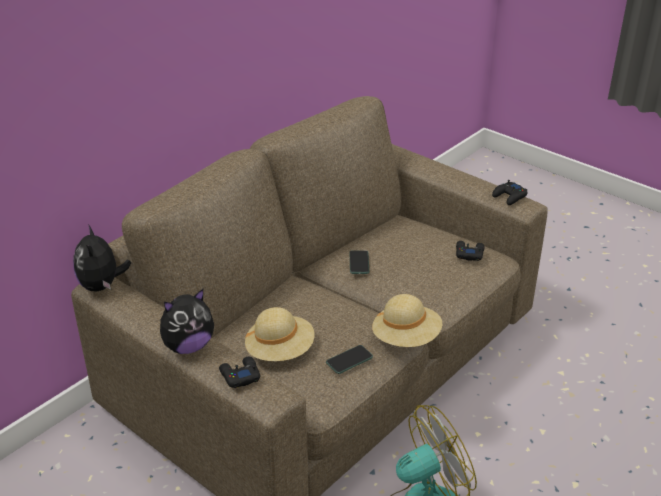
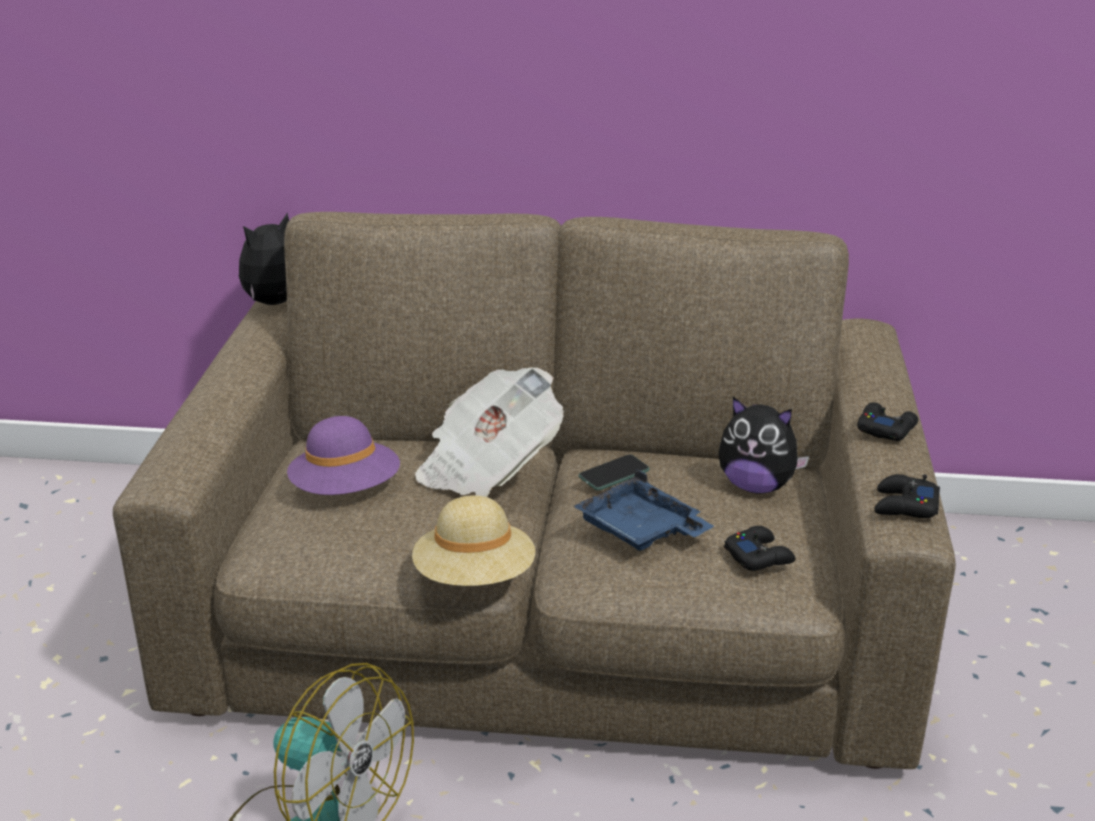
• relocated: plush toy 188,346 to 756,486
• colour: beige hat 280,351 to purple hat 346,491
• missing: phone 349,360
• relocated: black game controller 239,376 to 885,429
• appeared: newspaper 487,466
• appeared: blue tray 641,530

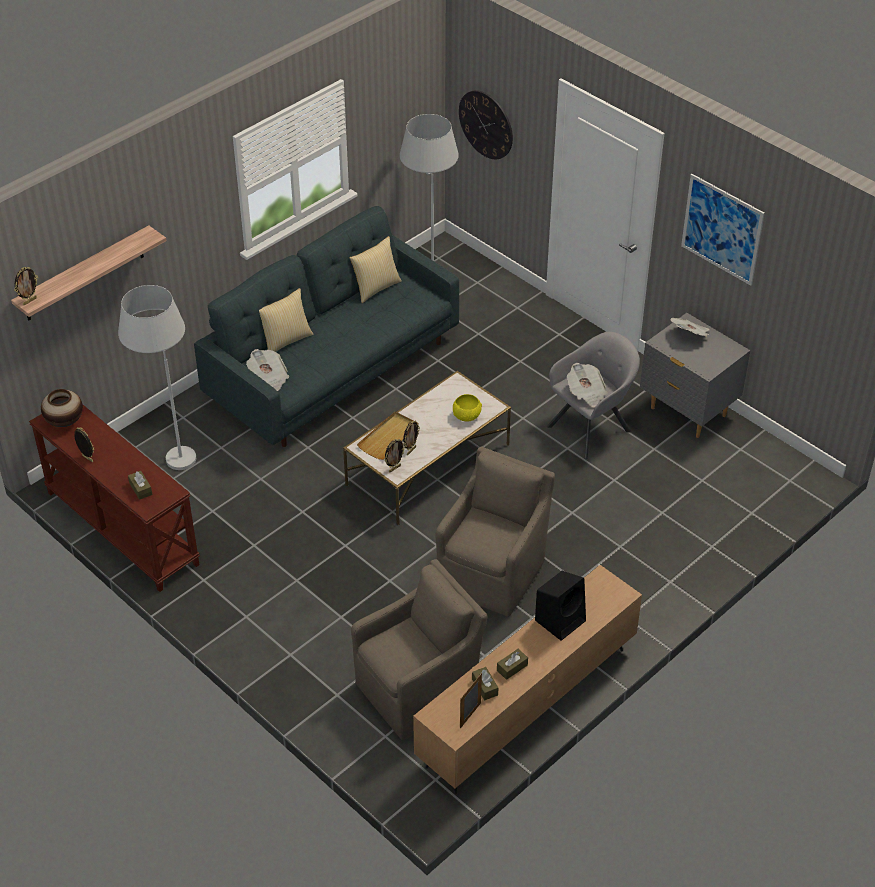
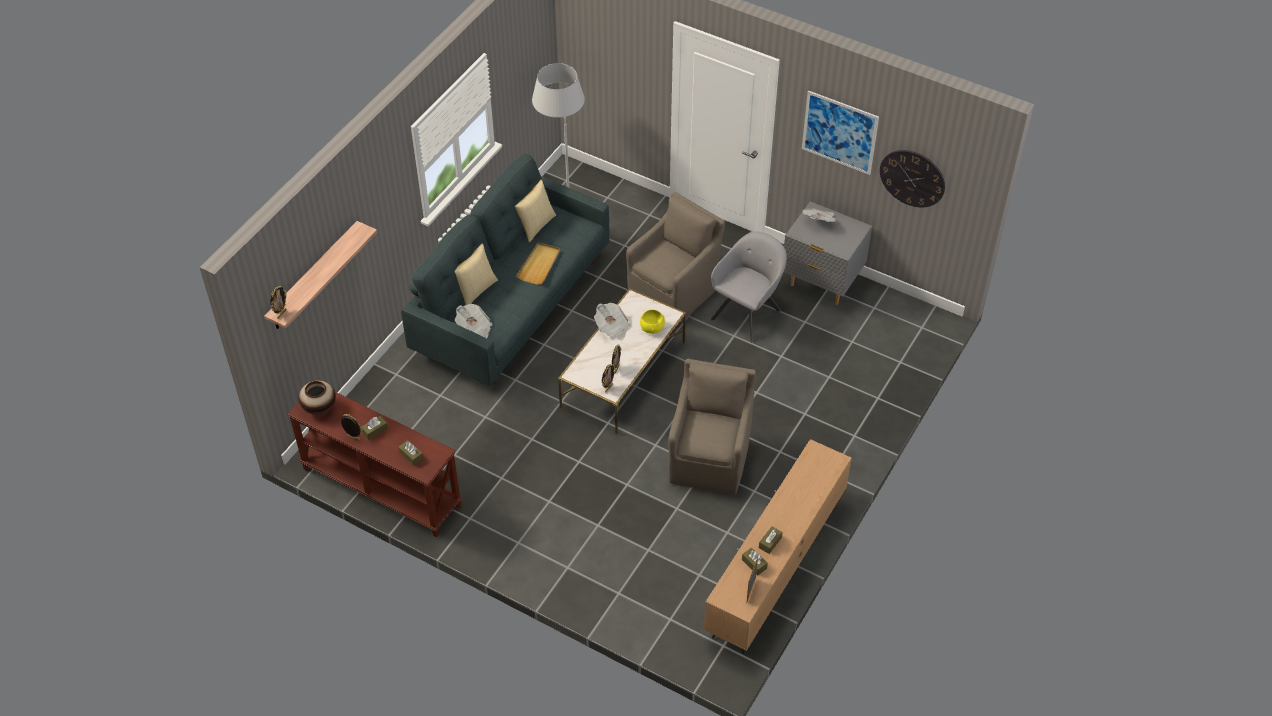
• relocated: wall clock 486,124 to 912,178
• missing: white floor lamp 171,450
• relocated: newspaper 586,393 to 612,328
• relocated: beige tray 389,437 to 539,265
• relocated: brown armchair 419,690 to 674,292
• missing: black speaker 561,619
• appeared: brown tissue box 375,430

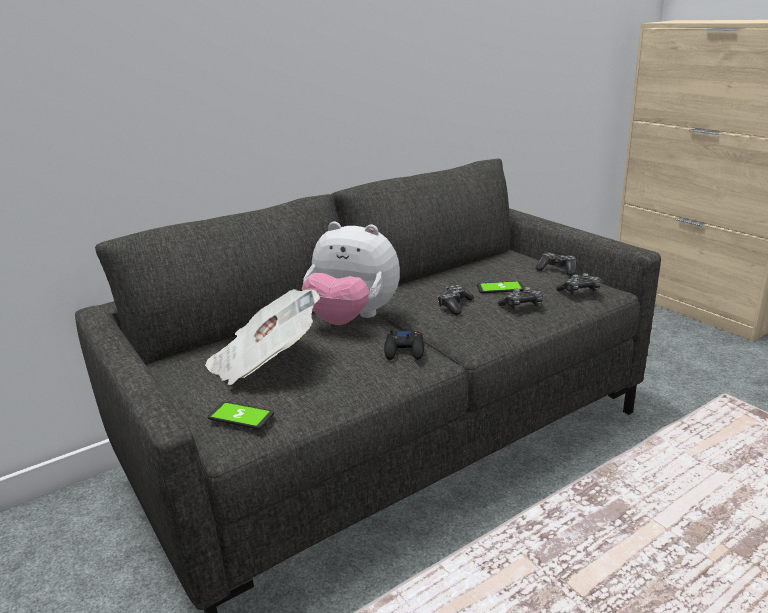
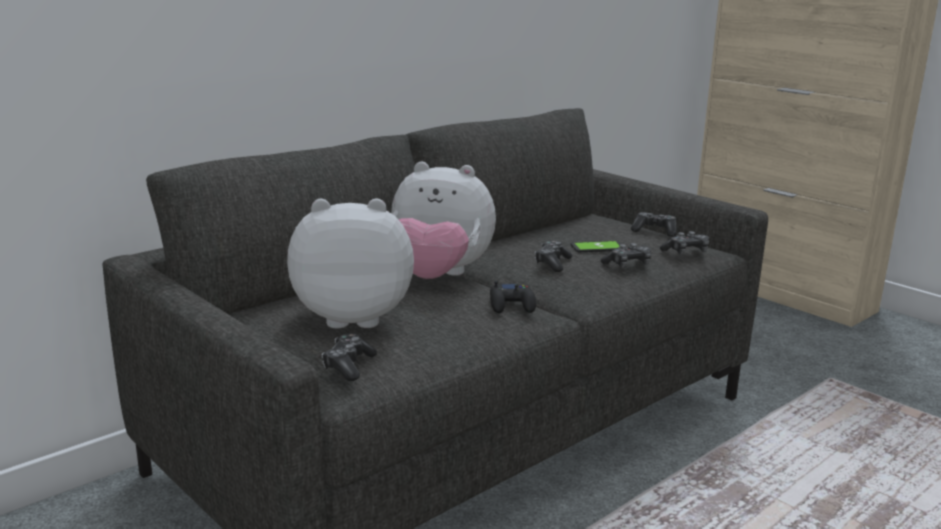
• exchanged: newspaper 264,363 to plush toy 353,317
• exchanged: phone 241,416 to game controller 348,366

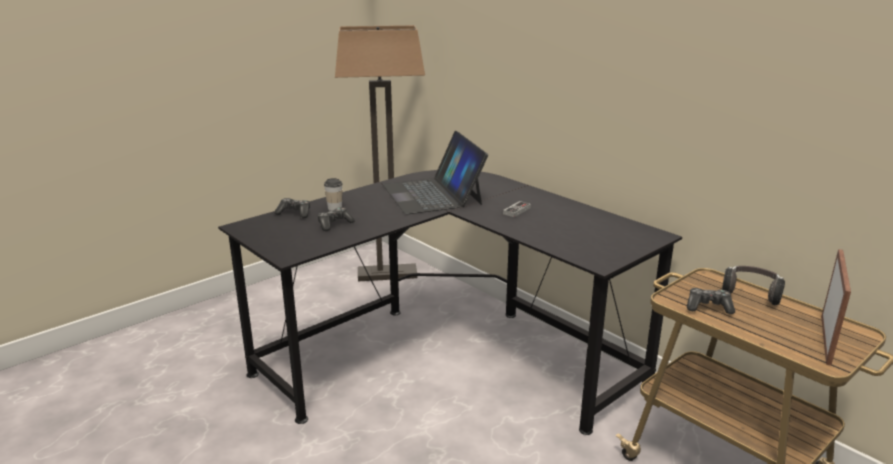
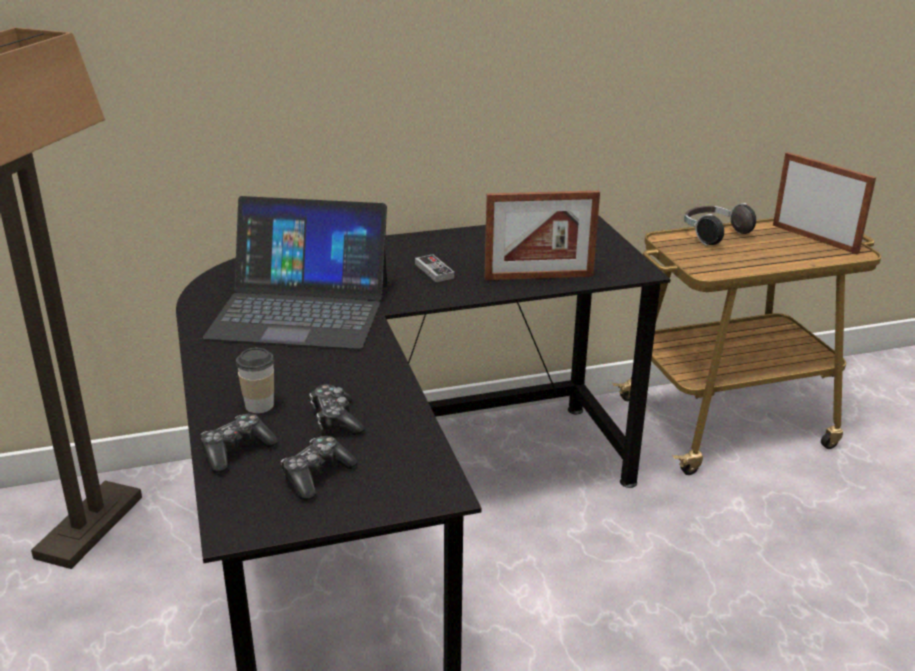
• relocated: game controller 708,307 to 316,476
• appeared: picture frame 538,277

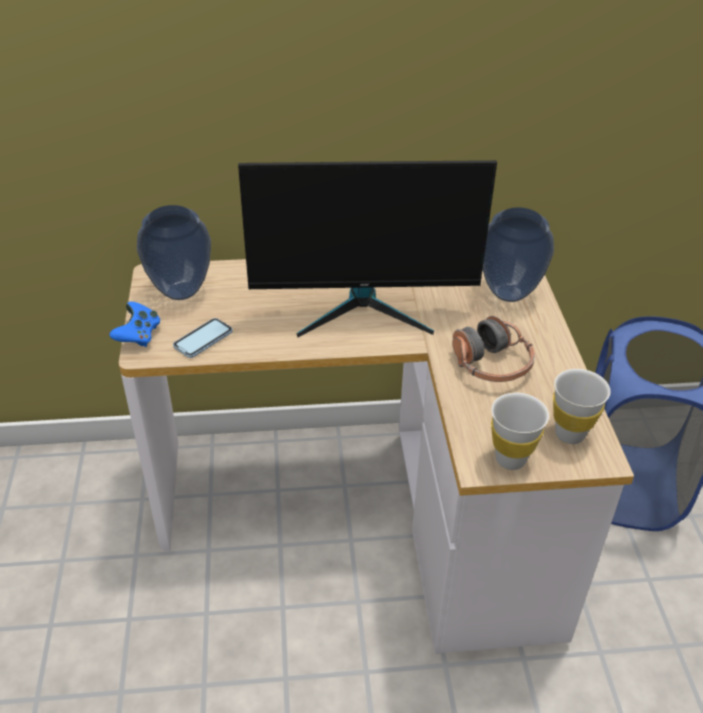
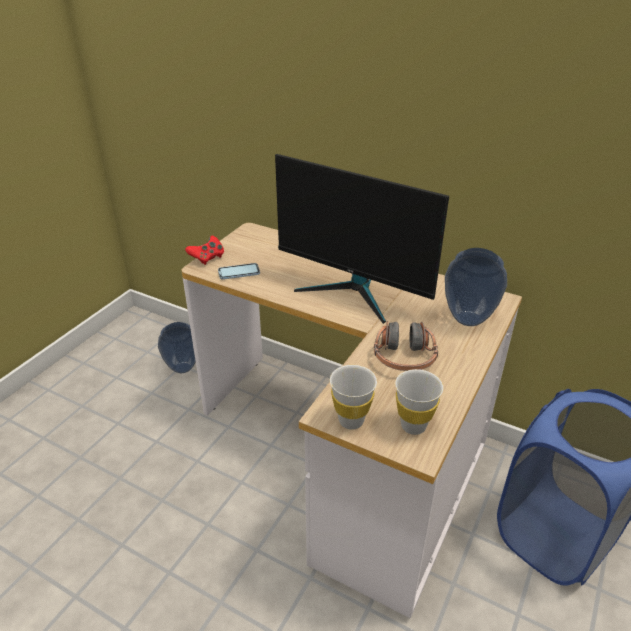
• relocated: vase 182,291 to 183,368
• colour: blue game controller 138,336 to red game controller 207,258

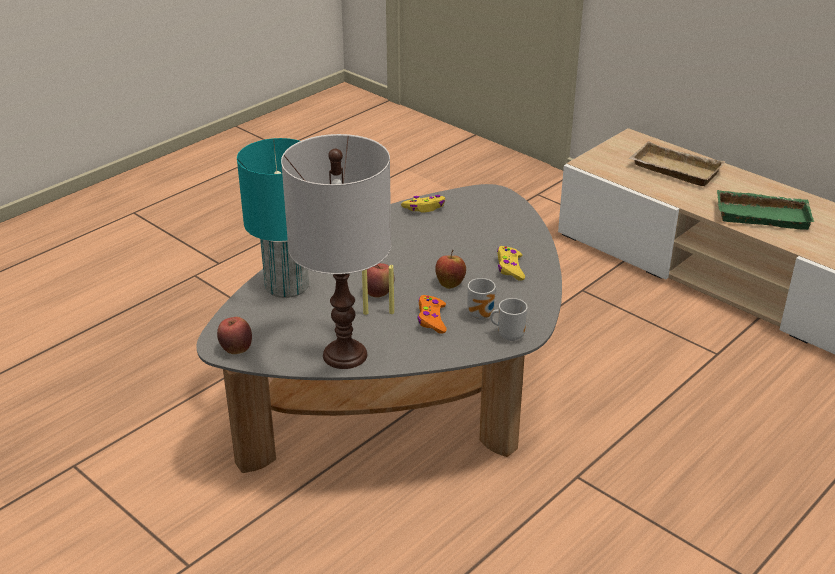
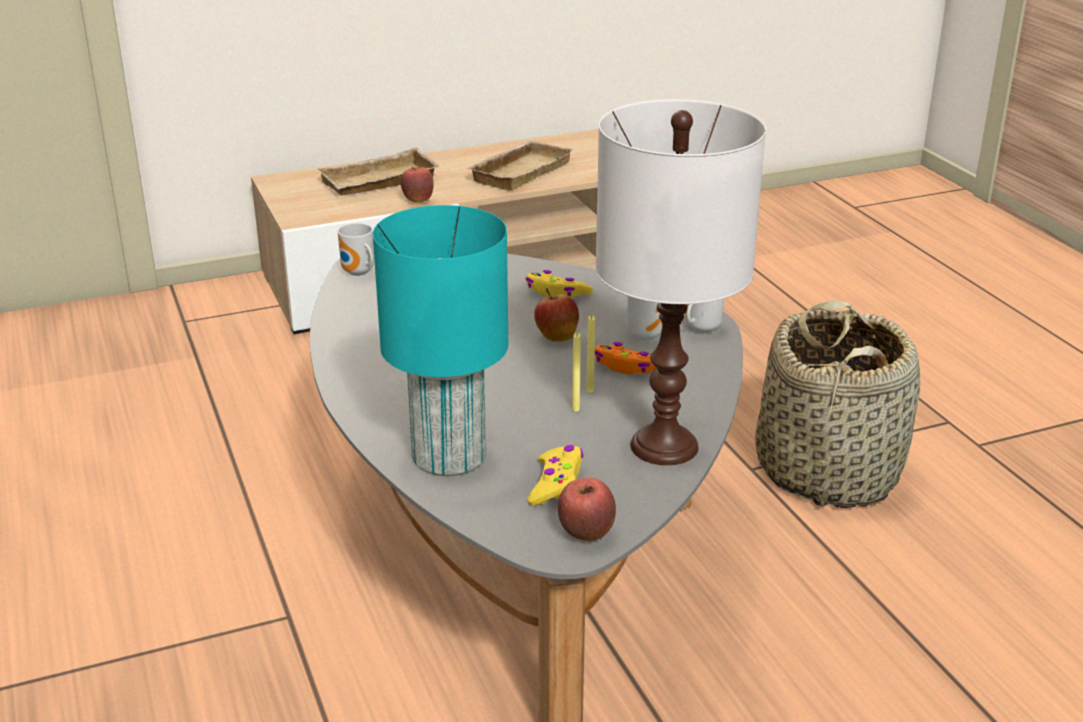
• colour: green tray 763,215 to beige tray 519,171
• relocated: yellow game controller 424,208 to 556,484
• relocated: apple 379,294 to 418,200
• appeared: mug 358,273
• appeared: basket 828,470

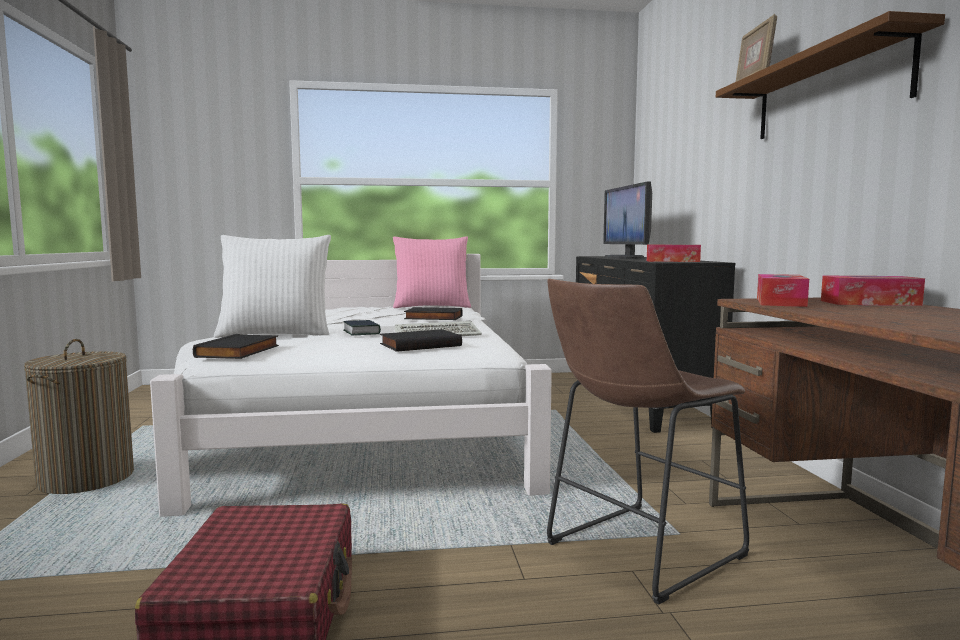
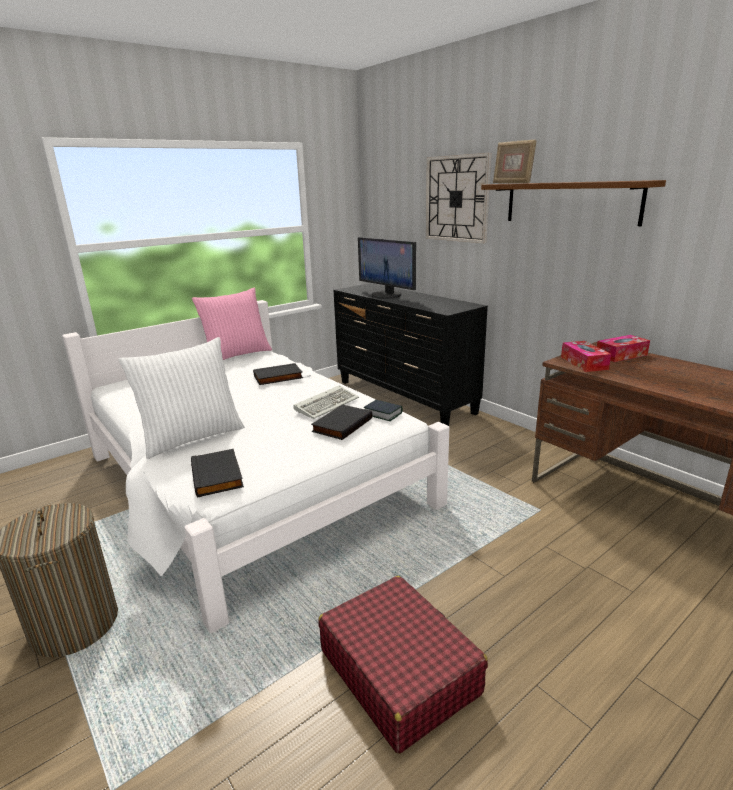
• missing: tissue box 672,261
• missing: brown stool 636,552
• relocated: book 361,332 to 383,413
• appeared: wall clock 457,199

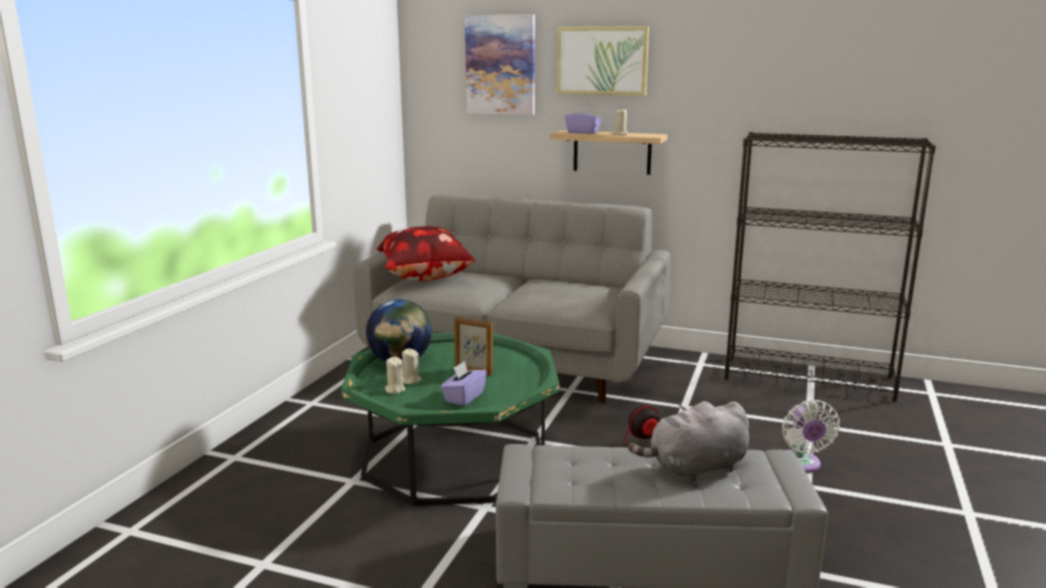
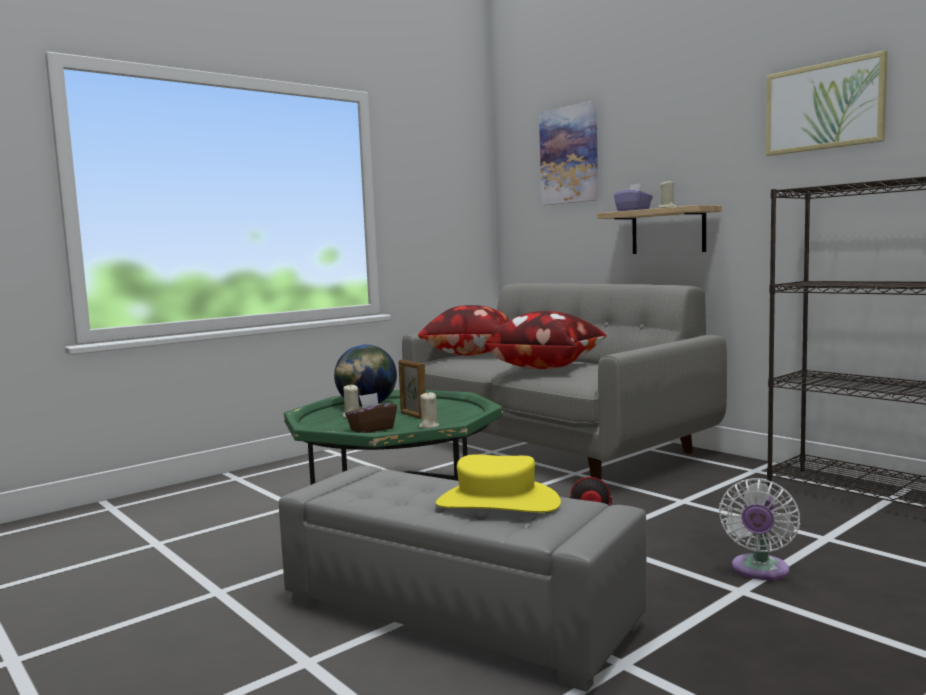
• relocated: picture 602,60 to 824,106
• relocated: beige candle 395,389 to 429,426
• colour: purple tissue box 463,397 to brown tissue box 371,429
• exchanged: grey plush toy 694,468 to yellow hat 497,503
• appeared: pillow 546,367

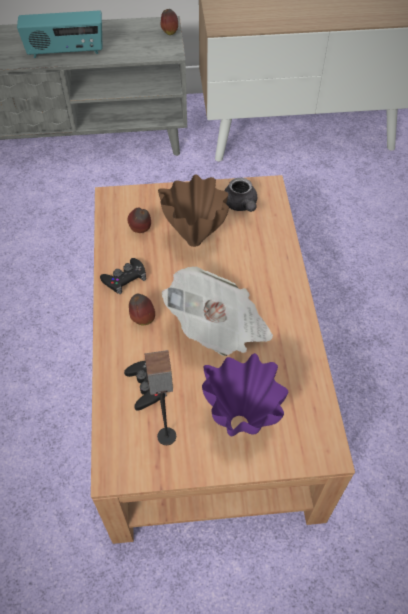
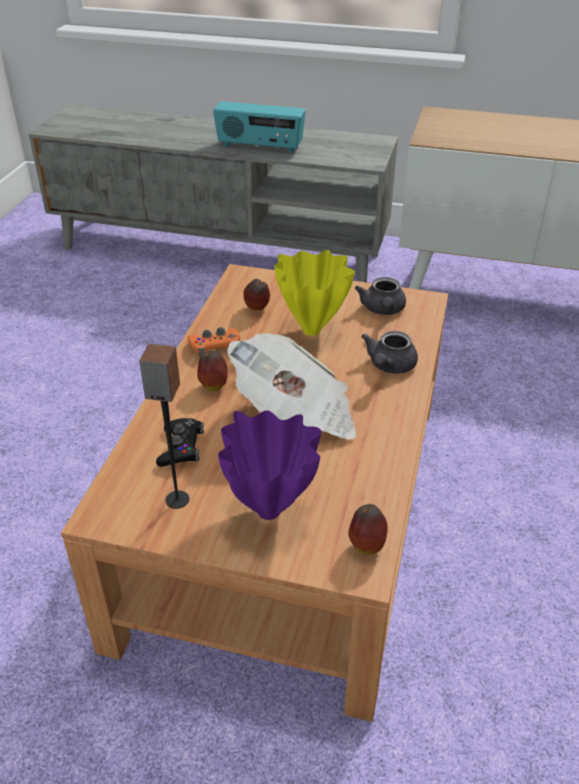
• relocated: apple 169,32 to 366,545
• colour: brown vase 195,241 to yellow vase 312,331
• colour: black game controller 124,278 to orange game controller 215,346
• appeared: grey teapot 388,366

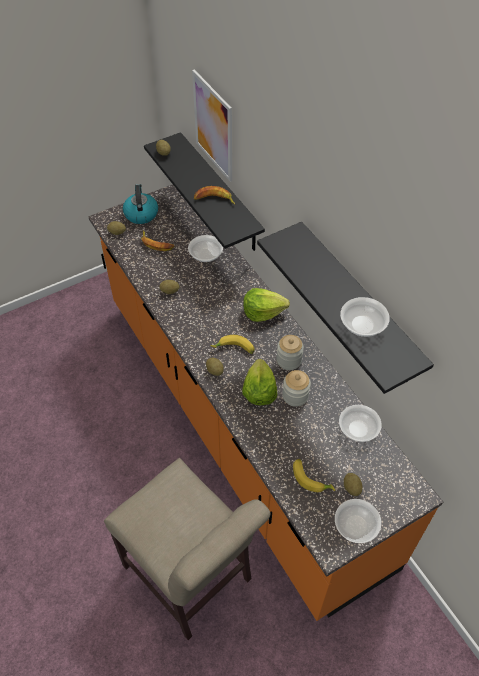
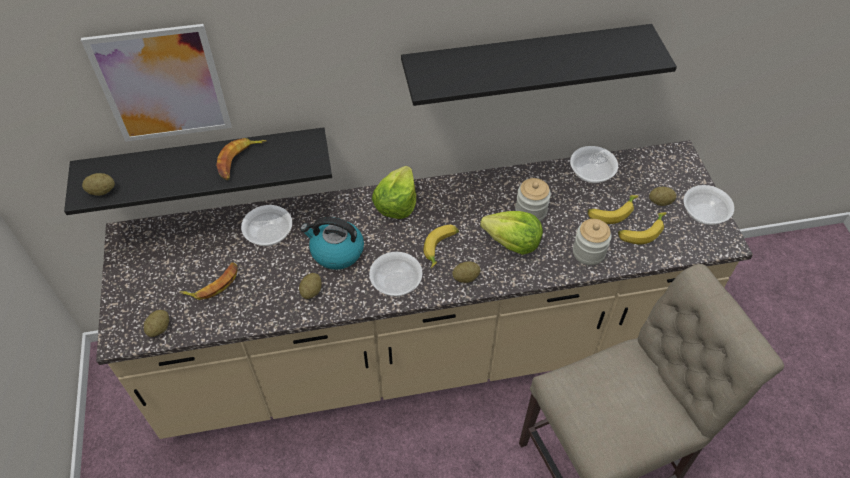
• colour: orange counter 239,425 to beige counter 424,350
• relocated: kettle 141,214 to 336,251
• relocated: bowl 362,325 to 396,282
• relocated: jar 289,360 to 588,252
• appeared: banana 611,212

